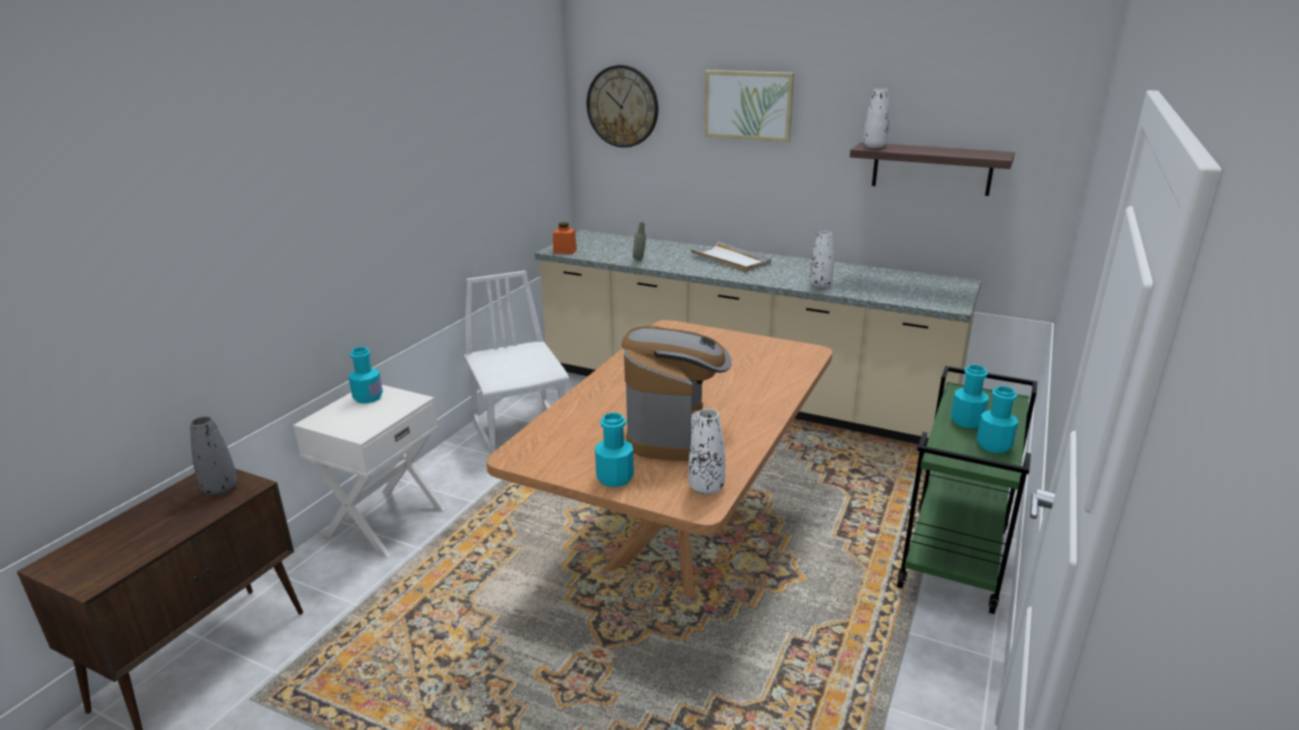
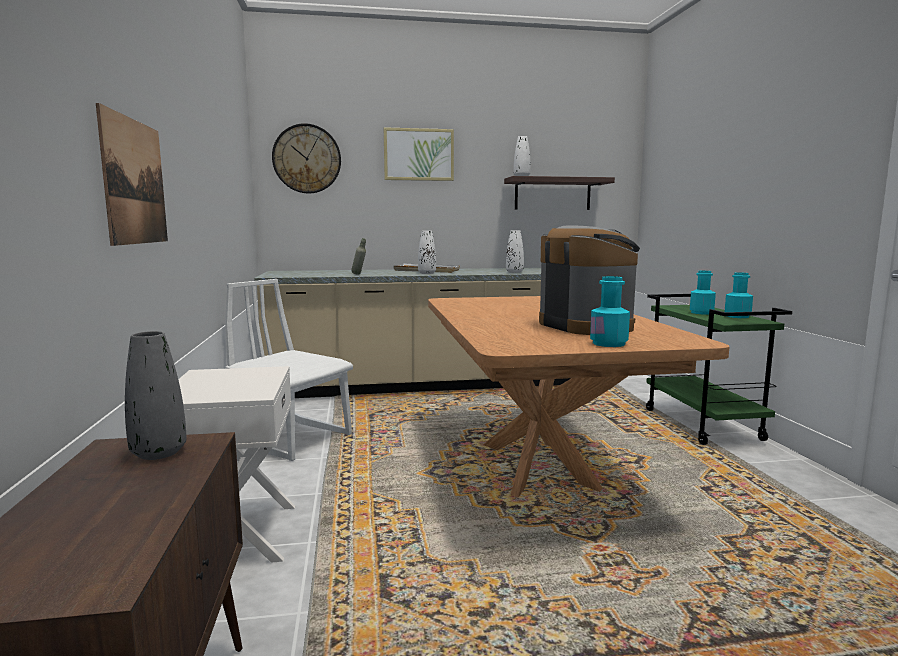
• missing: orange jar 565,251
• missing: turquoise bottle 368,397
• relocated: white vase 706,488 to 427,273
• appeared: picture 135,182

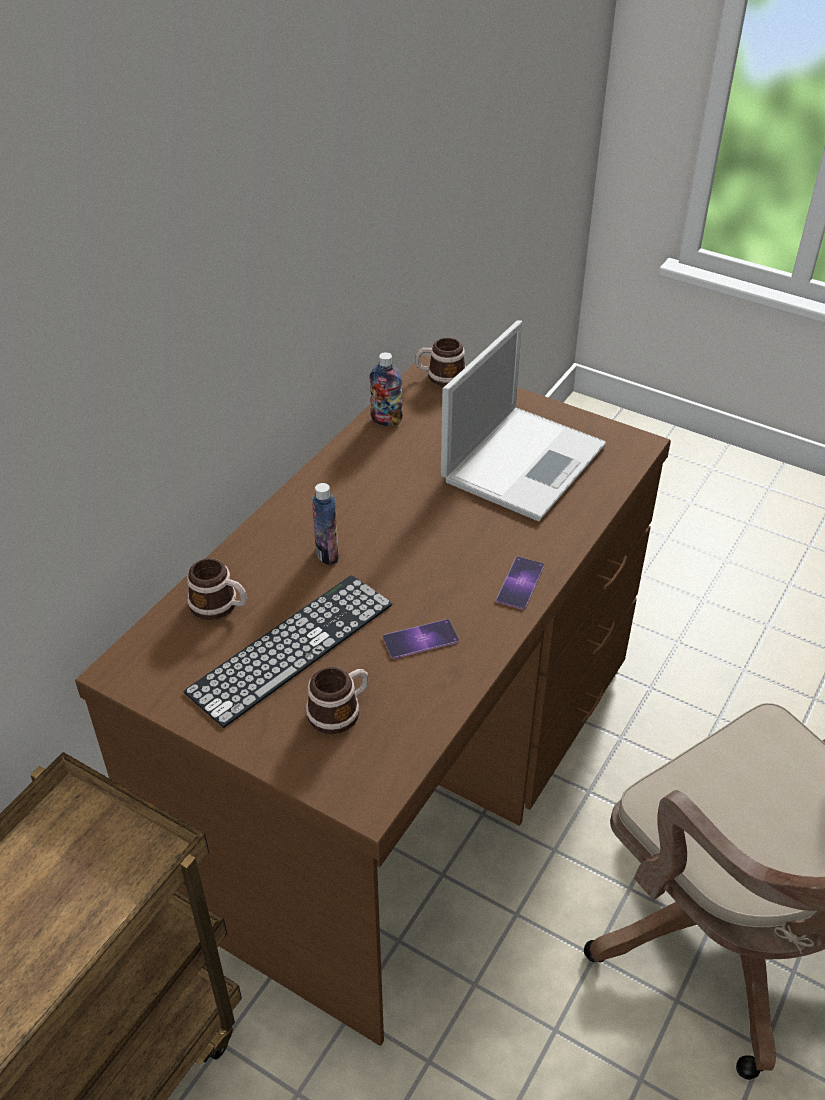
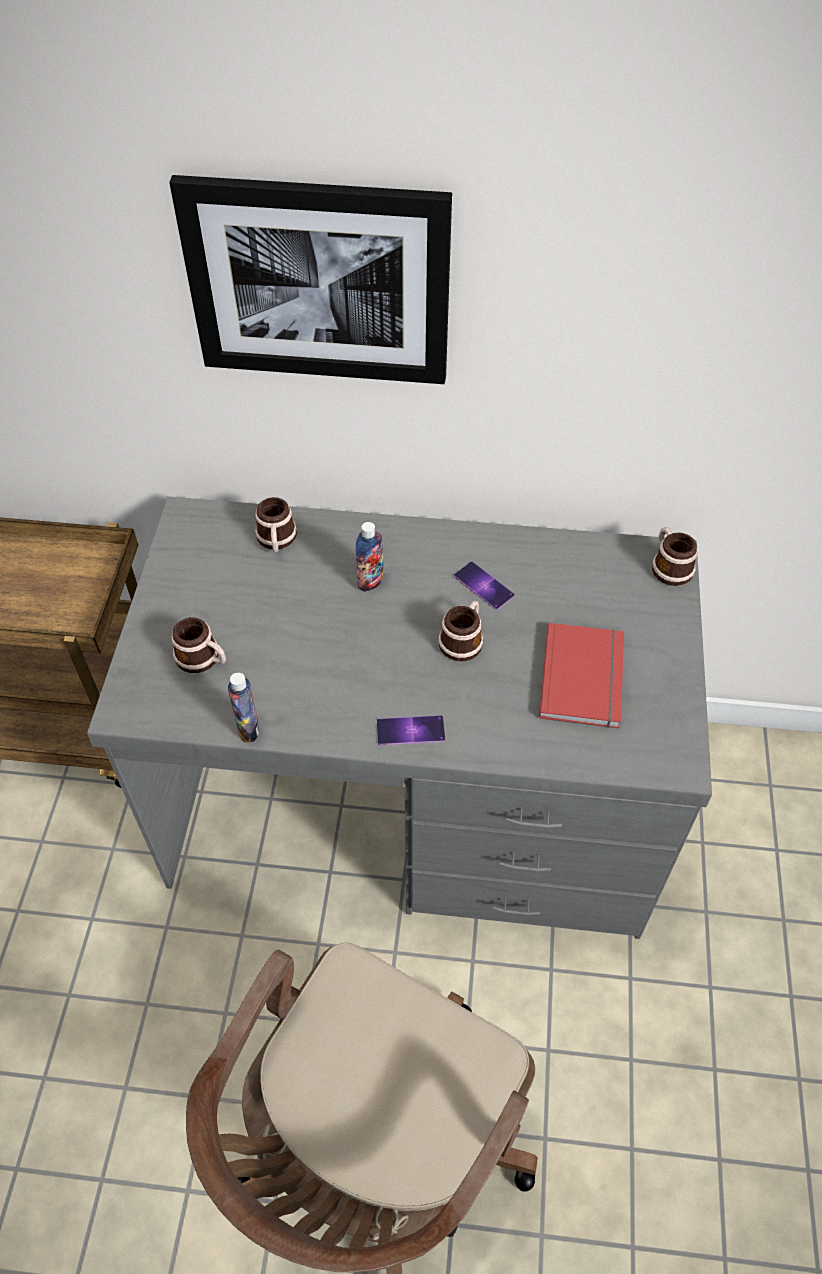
• exchanged: laptop 525,461 to red book 585,677
• relocated: bottle 386,420 to 248,728
• colour: brown desk 408,774 to grey desk 414,806
• missing: keyboard 291,647
• relocated: phone 420,639 to 483,586
• appeared: picture 319,282
• appeared: mug 463,640

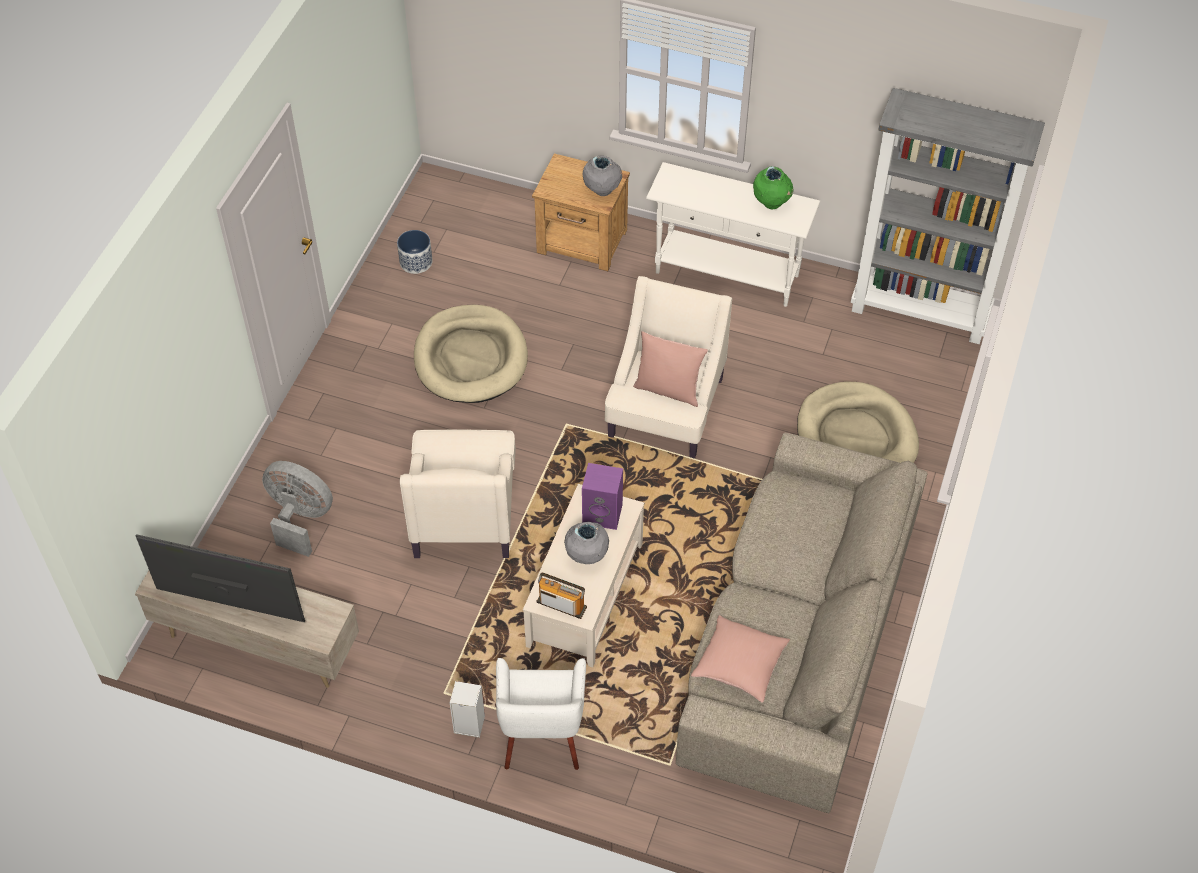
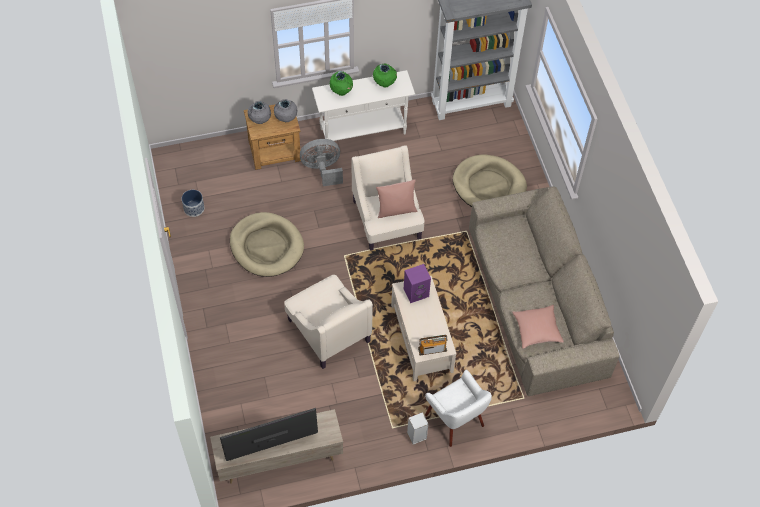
• relocated: grey fan 300,519 to 322,170
• relocated: grey vase 587,556 to 260,120
• appeared: green vase 341,92

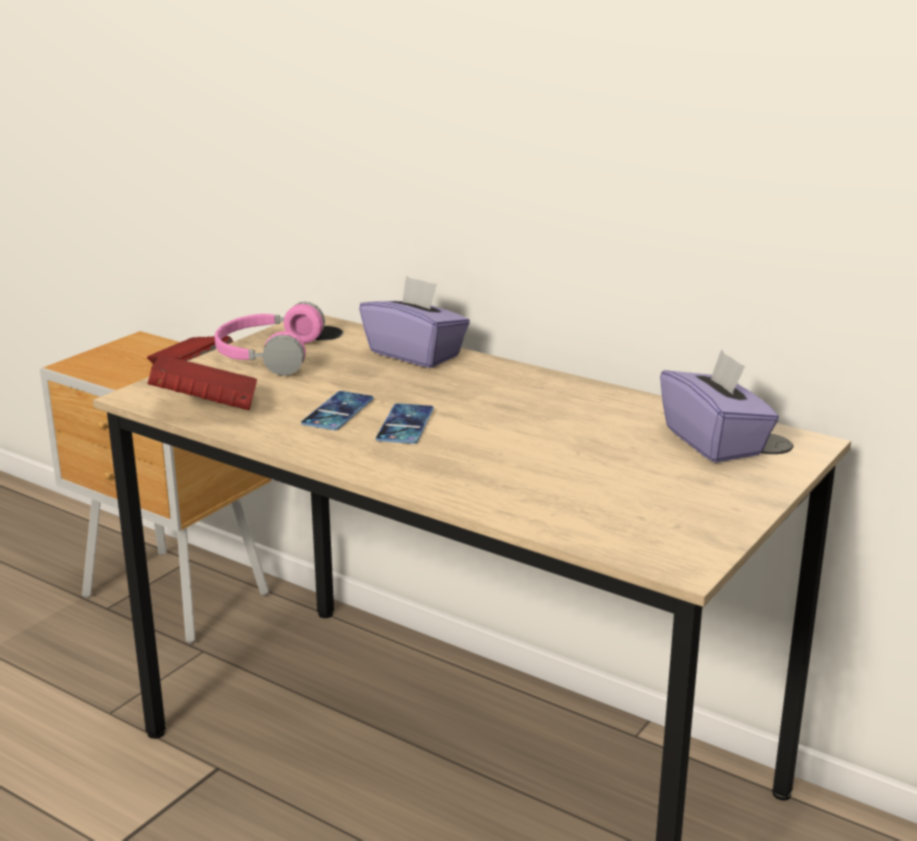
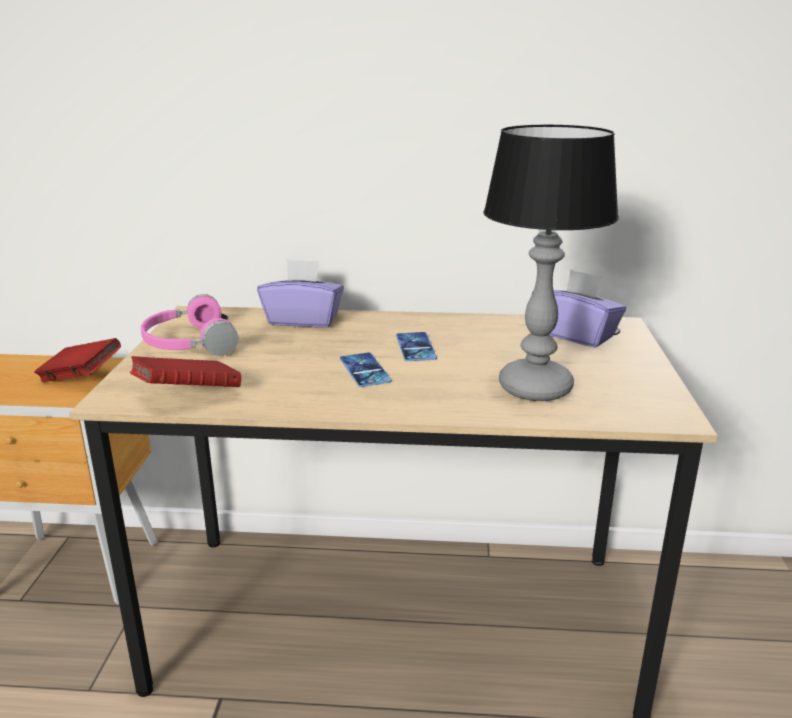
• relocated: phone 338,411 to 415,347
• appeared: table lamp 537,388

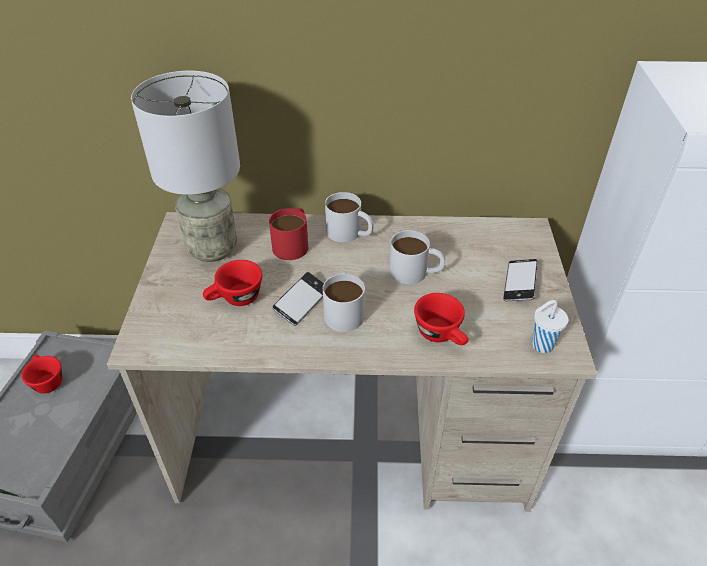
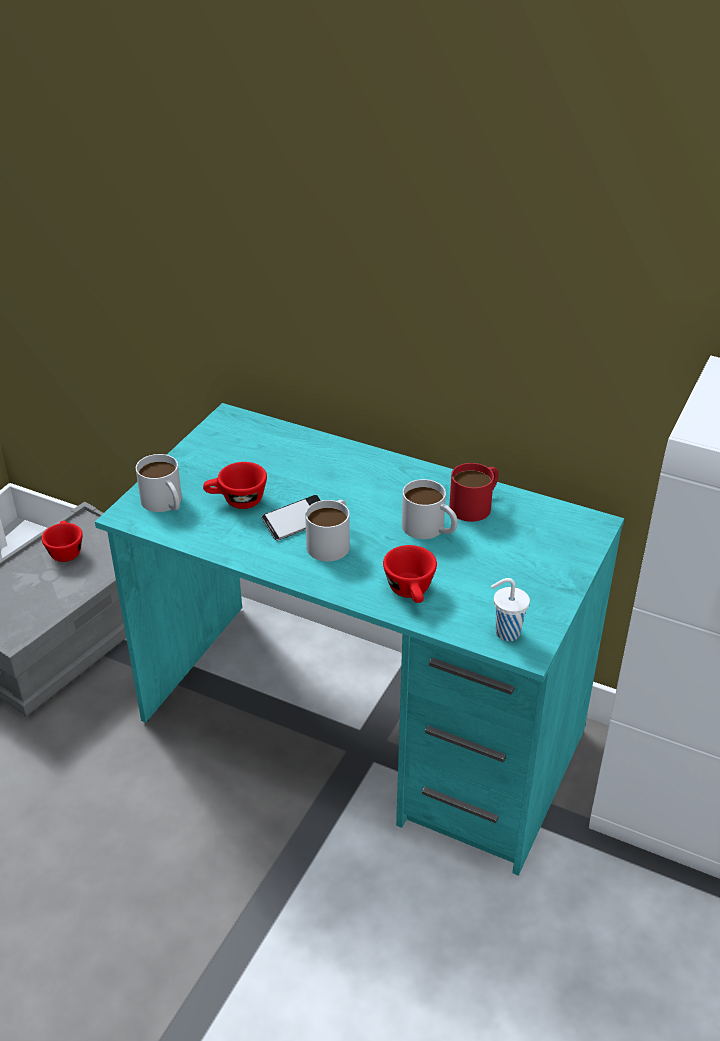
• missing: grey table lamp 211,249
• relocated: white mug 350,233 to 165,503
• relocated: red mug 293,243 to 476,504
• colour: beige desk 354,437 to turquoise desk 361,727
• missing: phone 519,284

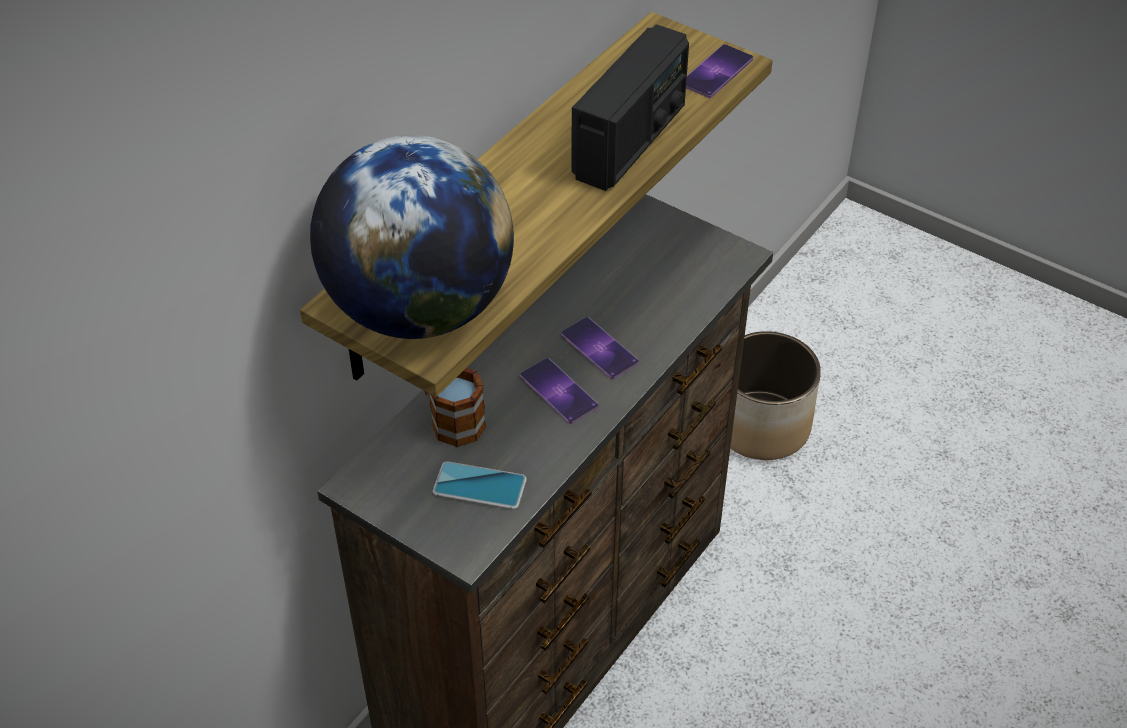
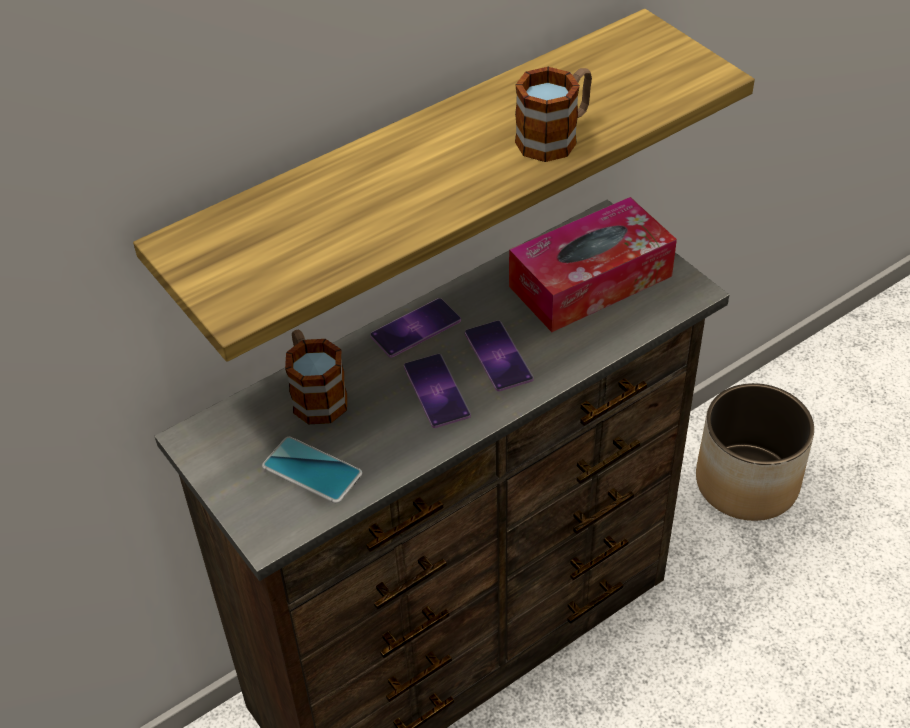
• exchanged: radio 630,141 to mug 555,136
• relocated: phone 717,71 to 415,328
• missing: globe 419,309
• appeared: tissue box 590,281

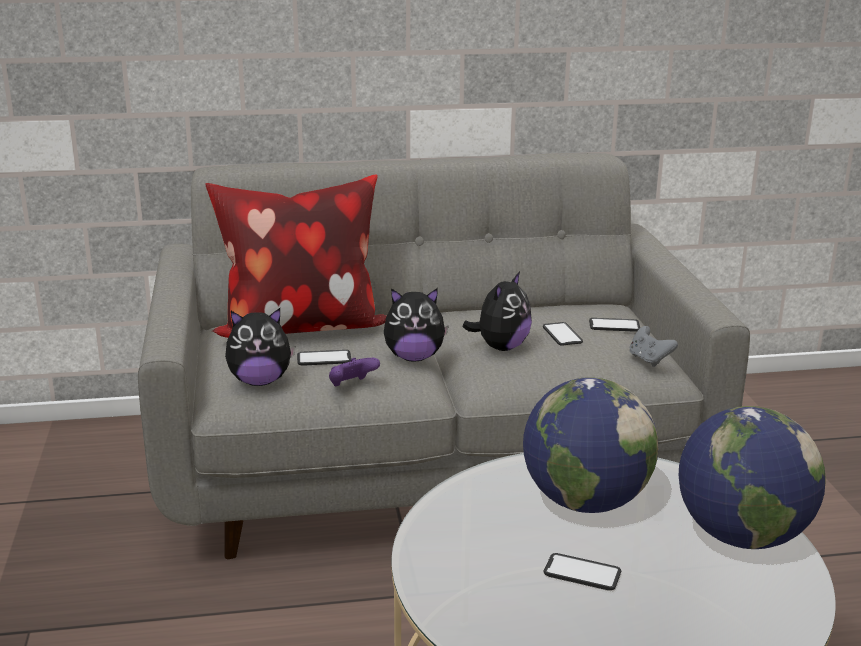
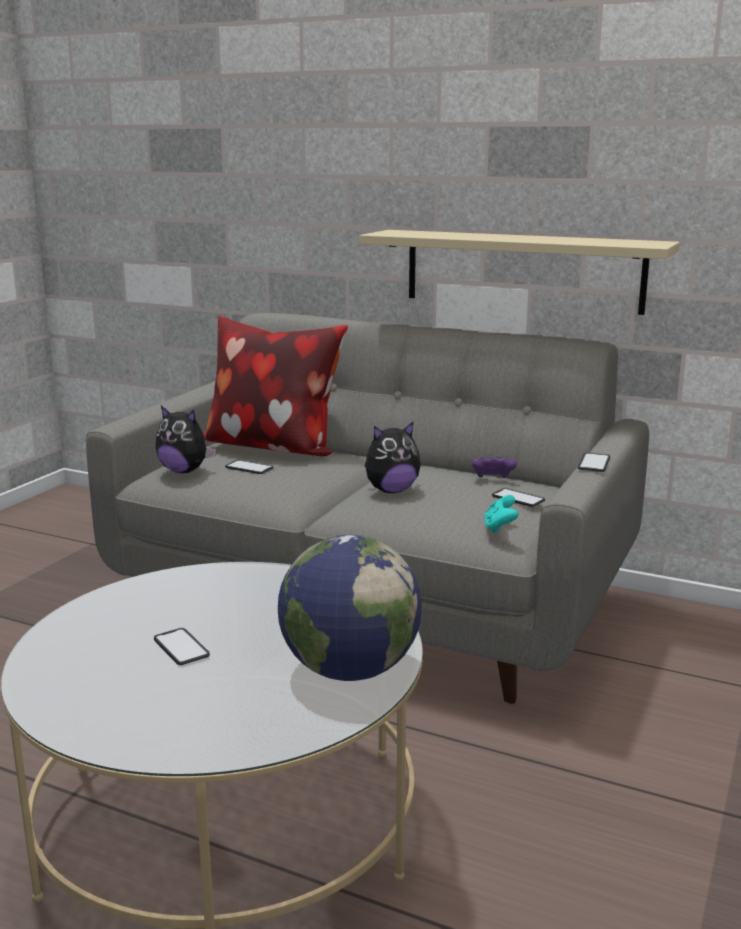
• missing: plush toy 414,357
• relocated: phone 562,335 to 594,463
• colour: grey game controller 649,360 to turquoise game controller 499,528
• relocated: purple game controller 352,385 to 492,479
• missing: globe 585,502
• appeared: beige shelf 522,270

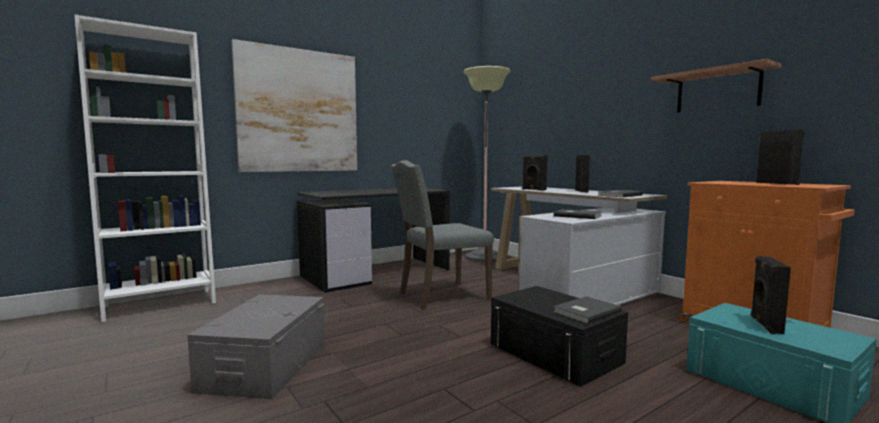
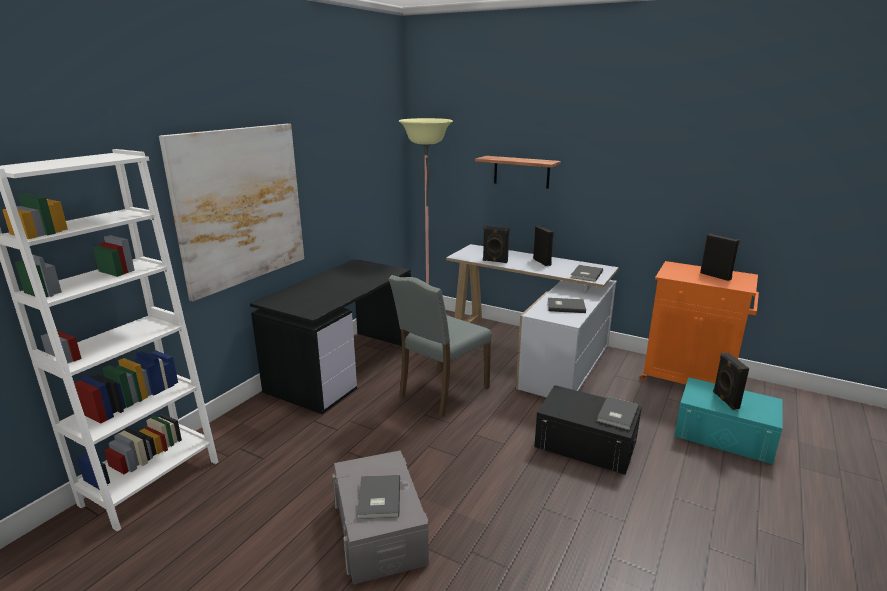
• relocated: shelf 717,91 to 521,172
• appeared: grey book 377,499

